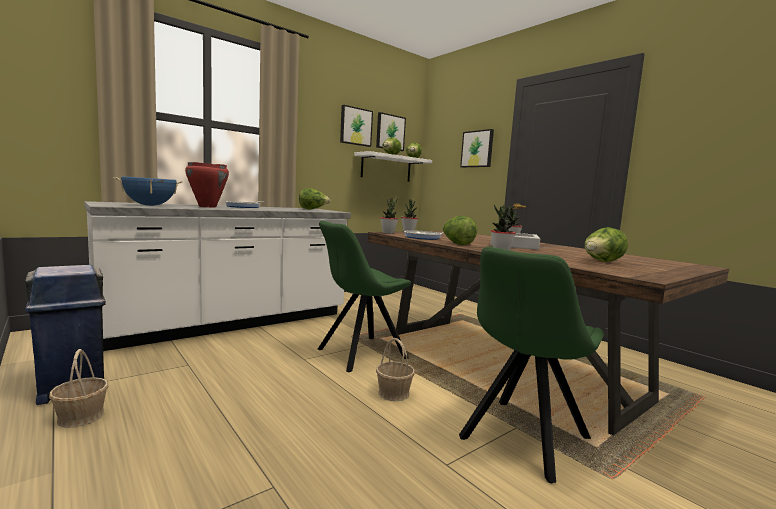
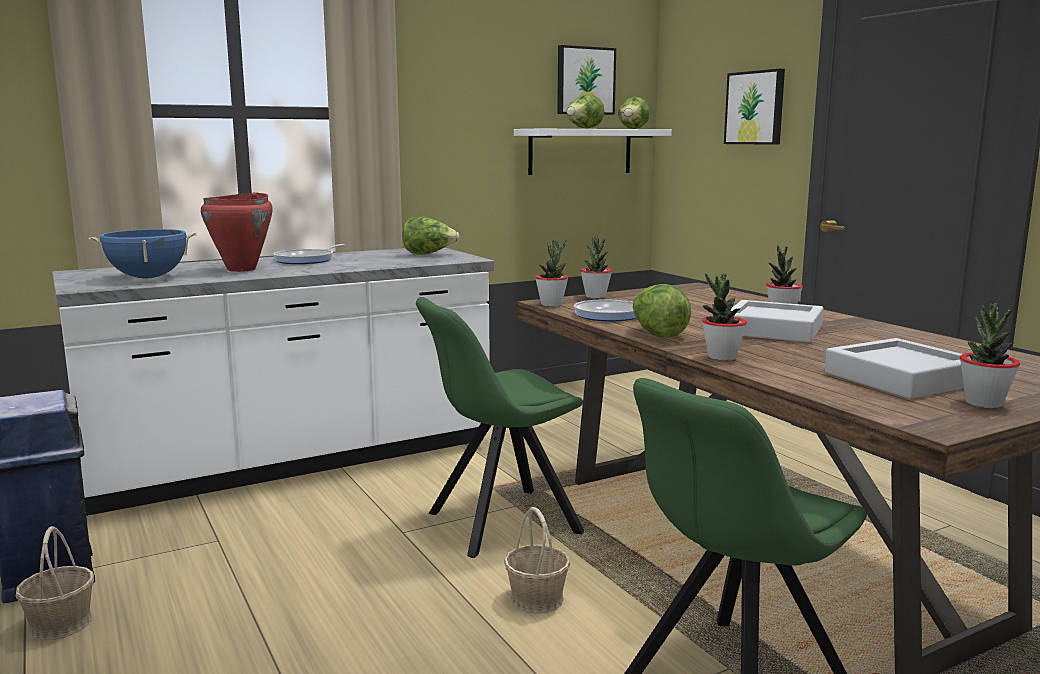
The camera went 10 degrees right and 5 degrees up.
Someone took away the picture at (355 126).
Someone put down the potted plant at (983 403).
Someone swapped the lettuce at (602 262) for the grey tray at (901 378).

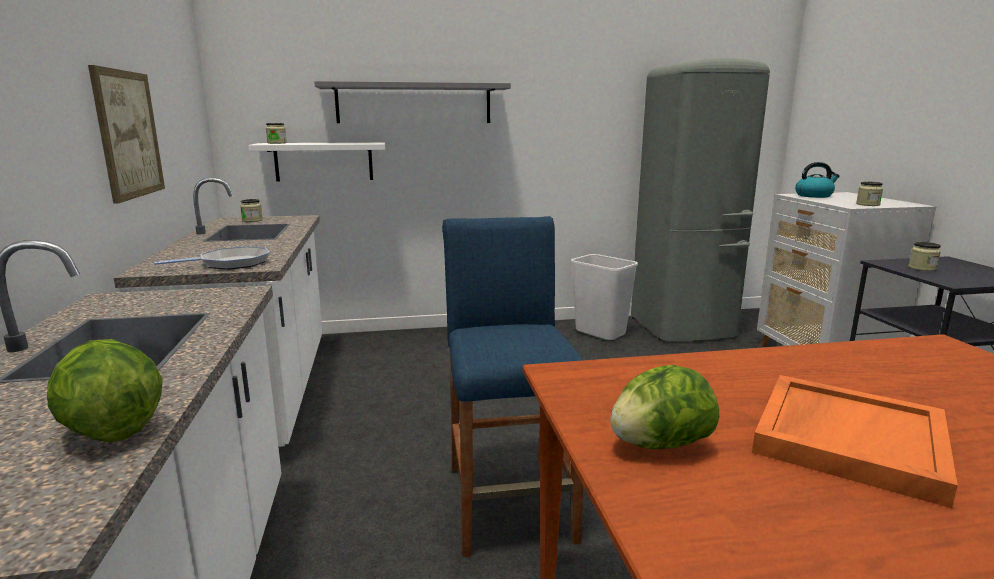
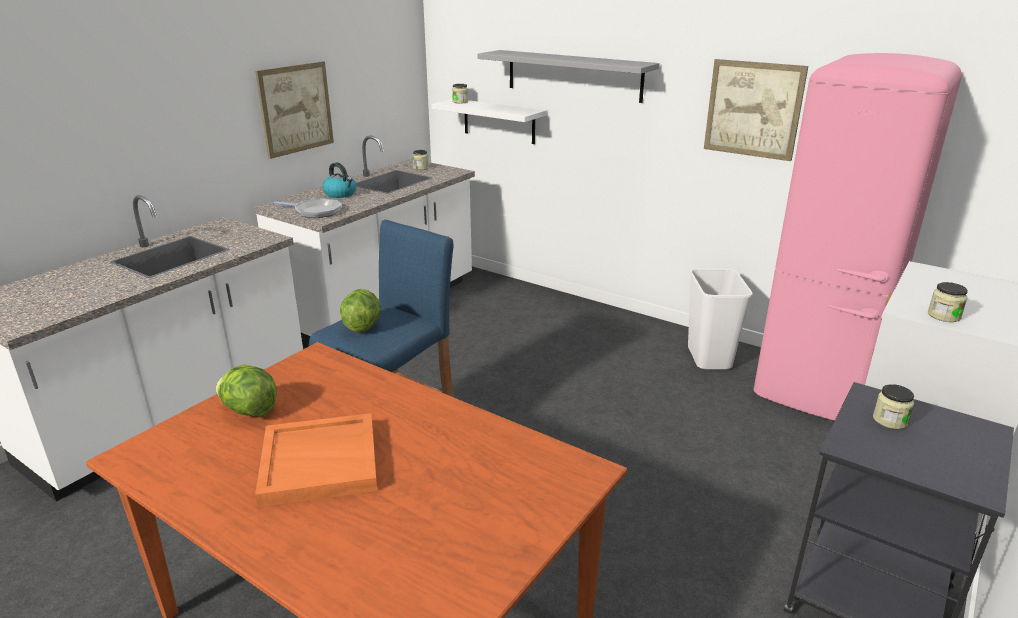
The camera went 45 degrees right and 10 degrees up.
Someone put up the picture at (753 109).
Someone carried the lettuce from (111 430) to (362 326).
Someone carried the kettle from (814 196) to (341 194).
Someone repainted the grey fridge at (684 328), which became the pink fridge at (815 391).

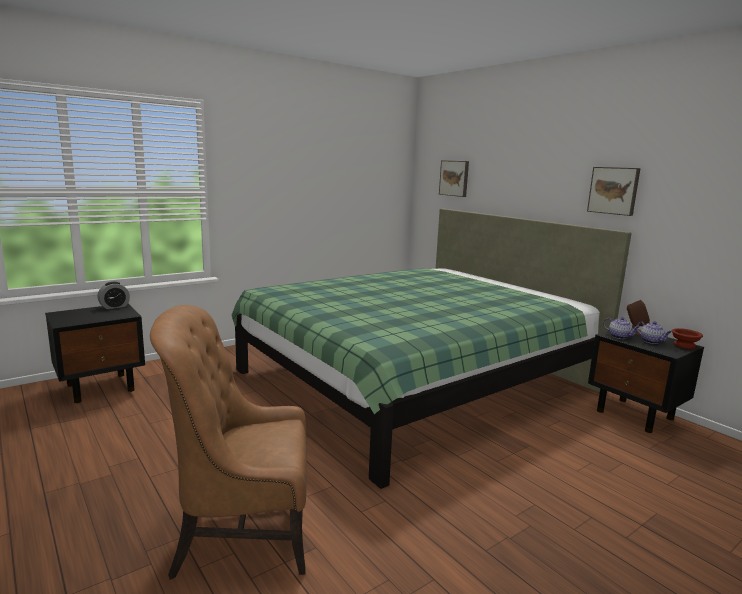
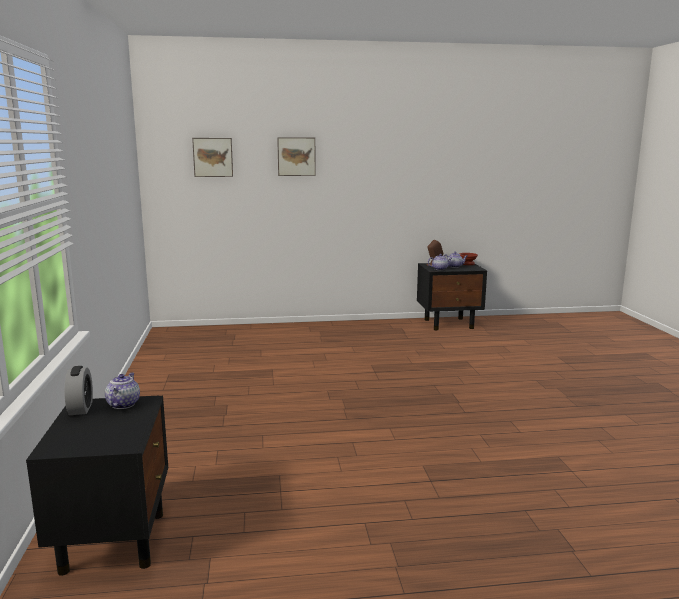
The camera went 60 degrees left and 0 degrees up.
Someone took away the brown chair at (241 532).
Someone took away the green bed at (415 380).
Someone put down the teapot at (123 404).
Someone carried the picture from (614 190) to (296 156).

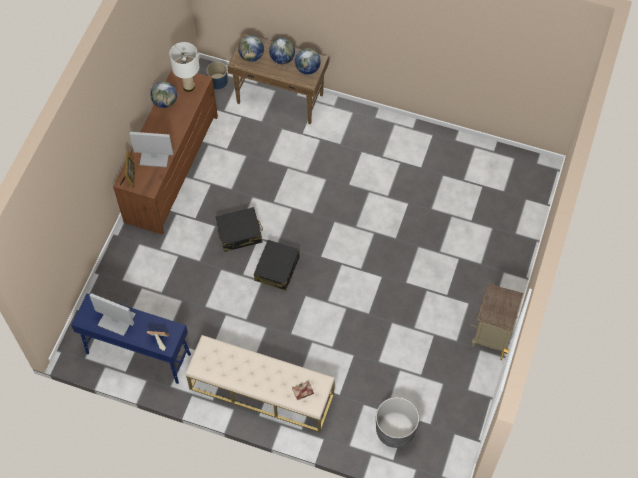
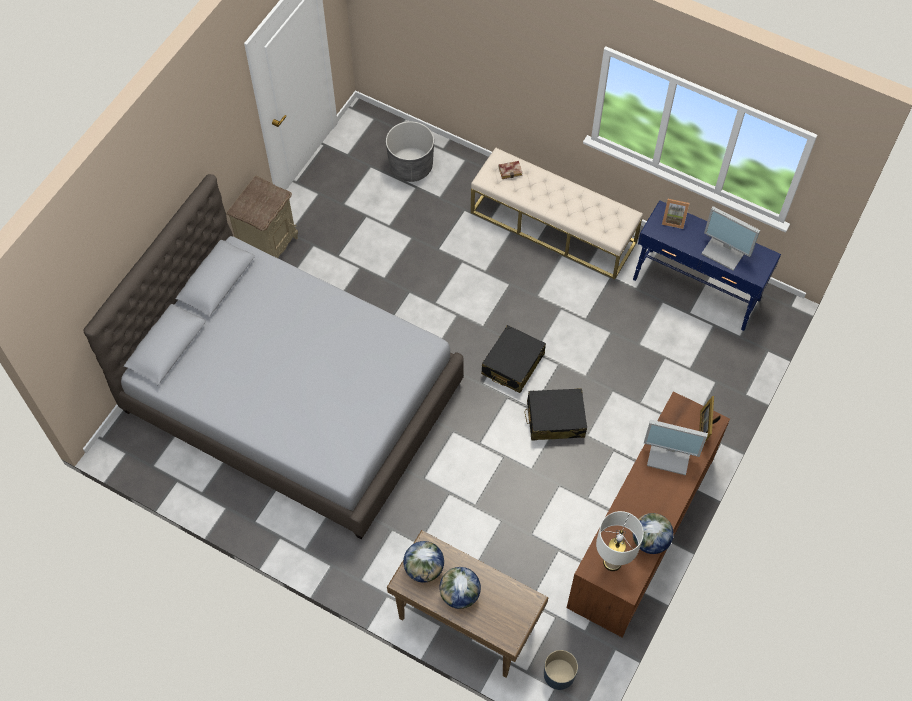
The camera went 170 degrees left and 0 degrees up.
Someone took away the globe at (251 56).
Someone put down the grey bed at (293 396).

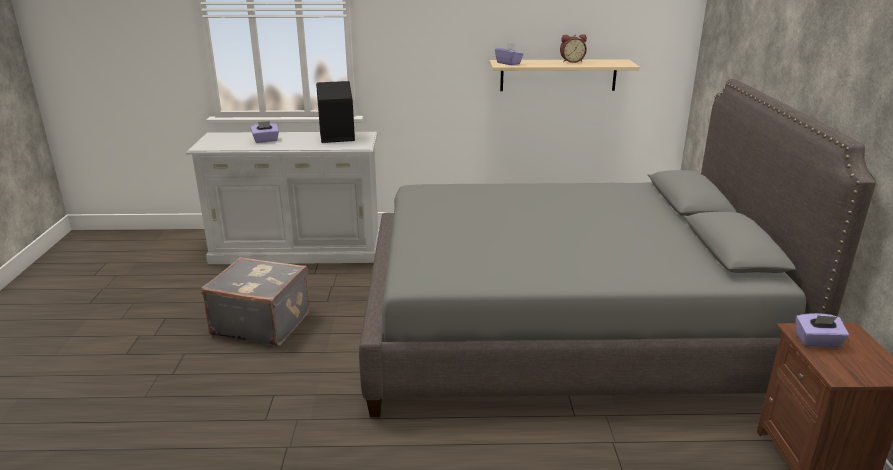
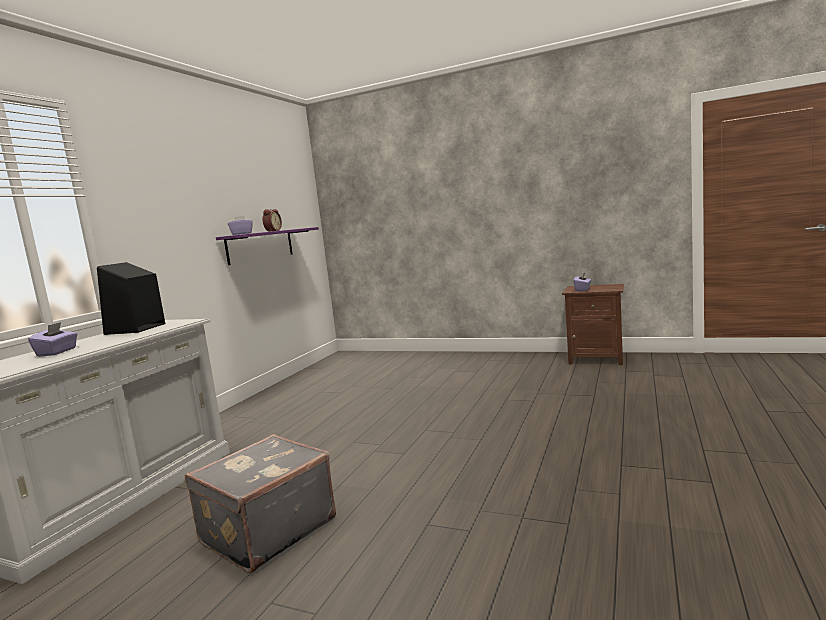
The camera went 65 degrees left and 15 degrees down.
Someone took away the grey bed at (562 330).
Someone repainted the beige shelf at (558 75), which became the purple shelf at (260 246).

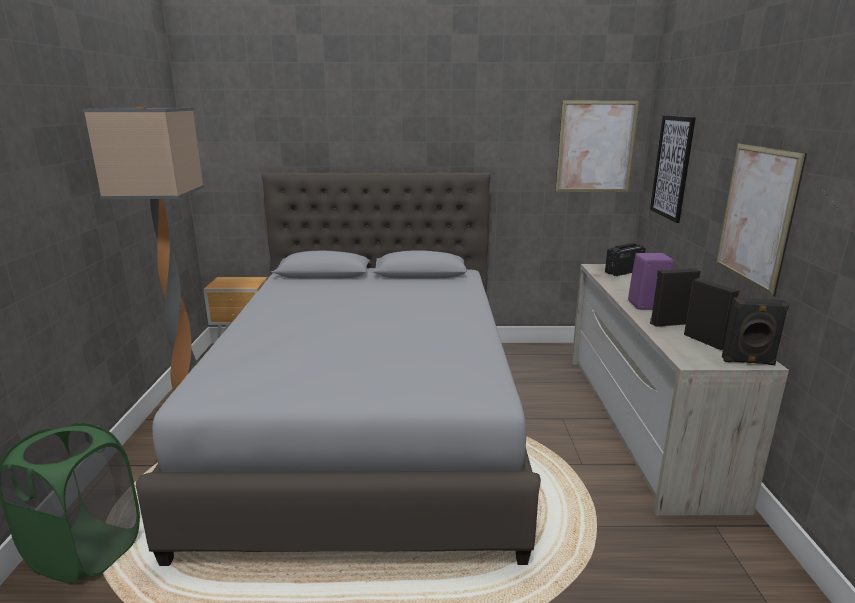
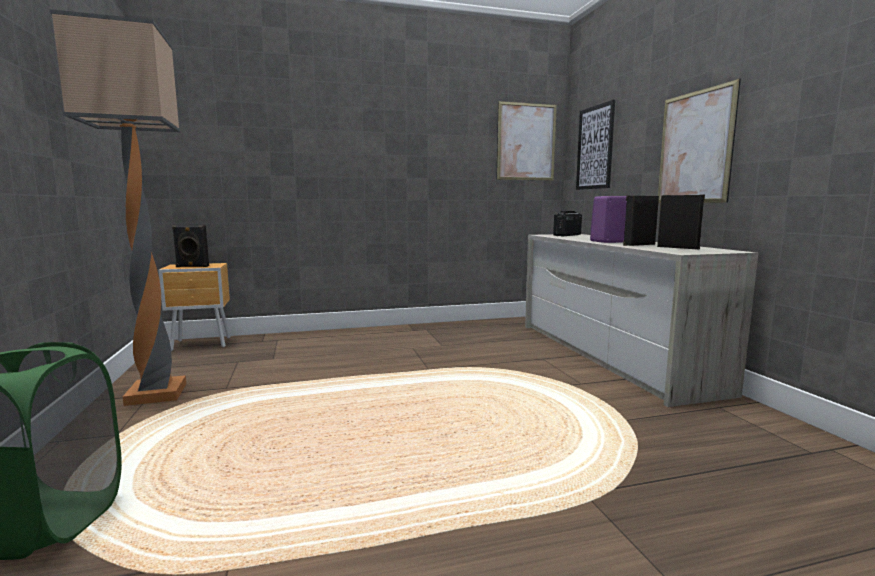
The camera went 15 degrees left and 10 degrees down.
Someone took away the grey bed at (369 422).
Someone carried the black speaker from (748 362) to (192 266).

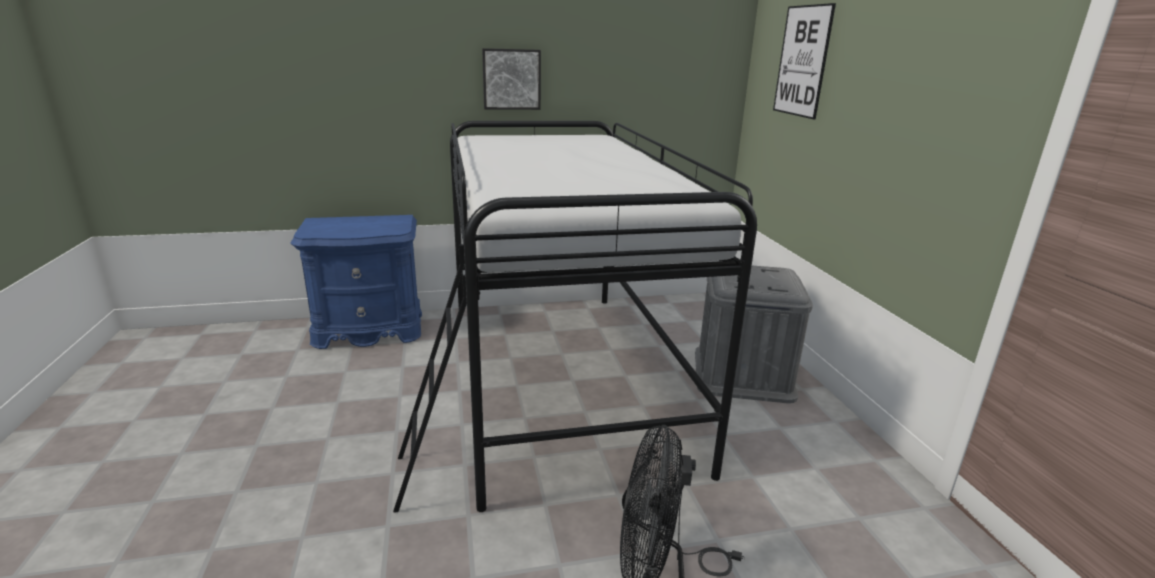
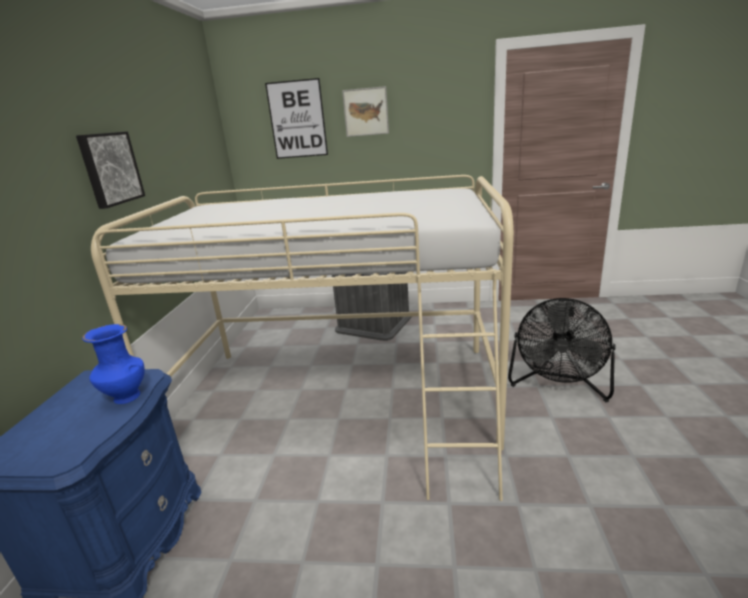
The camera went 70 degrees left and 0 degrees up.
Someone put down the blue vase at (126 397).
Someone put up the picture at (366 112).
Someone repainted the black bed at (557 379), which became the beige bed at (341 396).

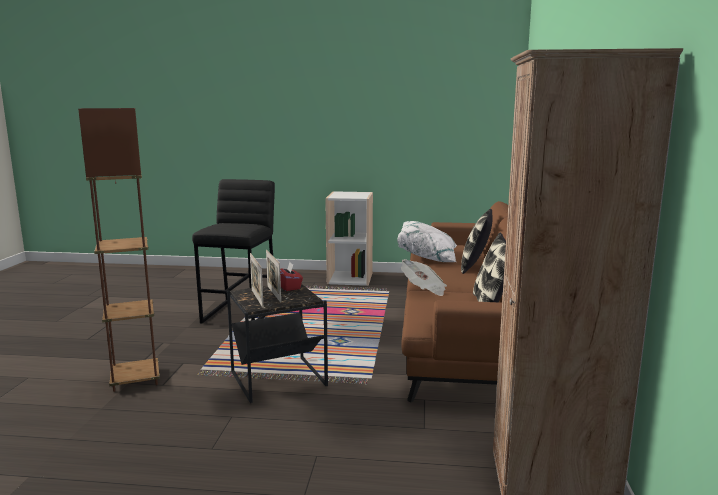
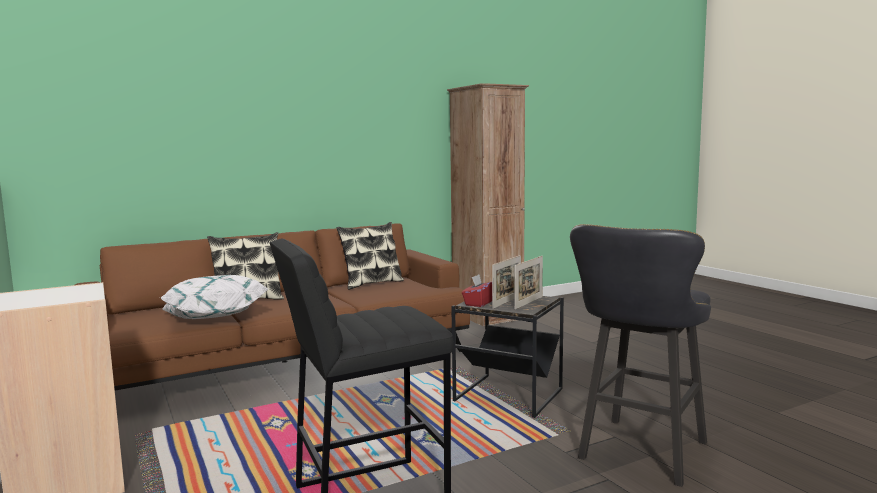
The camera went 125 degrees left and 5 degrees down.
Someone took away the newspaper at (424 290).
Someone swapped the brown floor lamp at (135 379) for the black stool at (638 456).

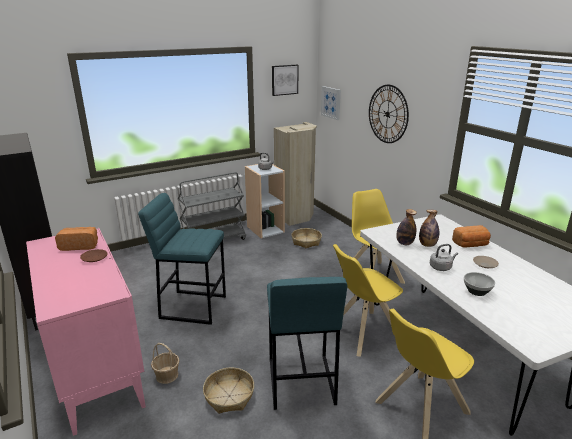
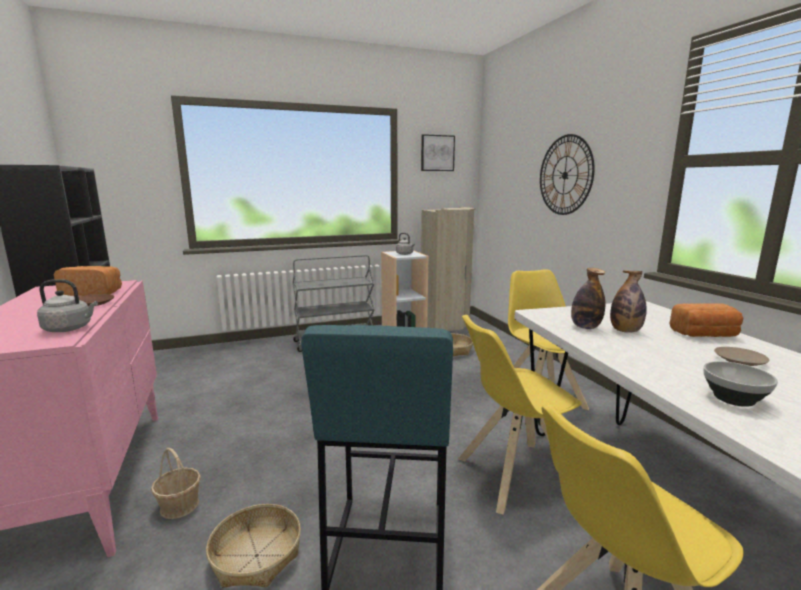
The camera went 10 degrees right and 10 degrees down.
Someone took away the turquoise stool at (191 307).
Someone took away the picture at (331 102).
Someone carried the grey kettle from (441 267) to (70 329).

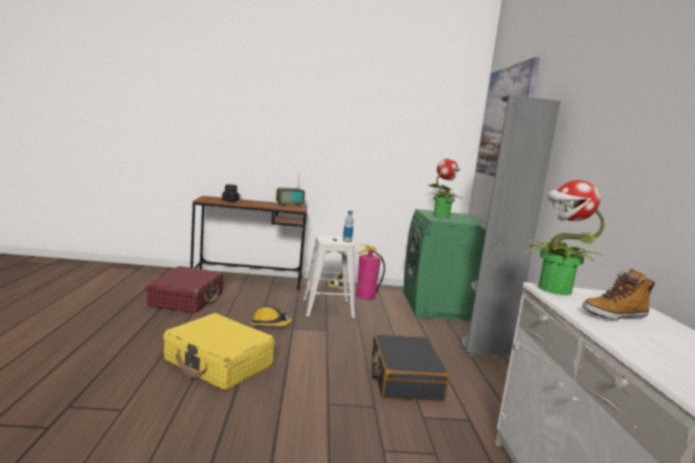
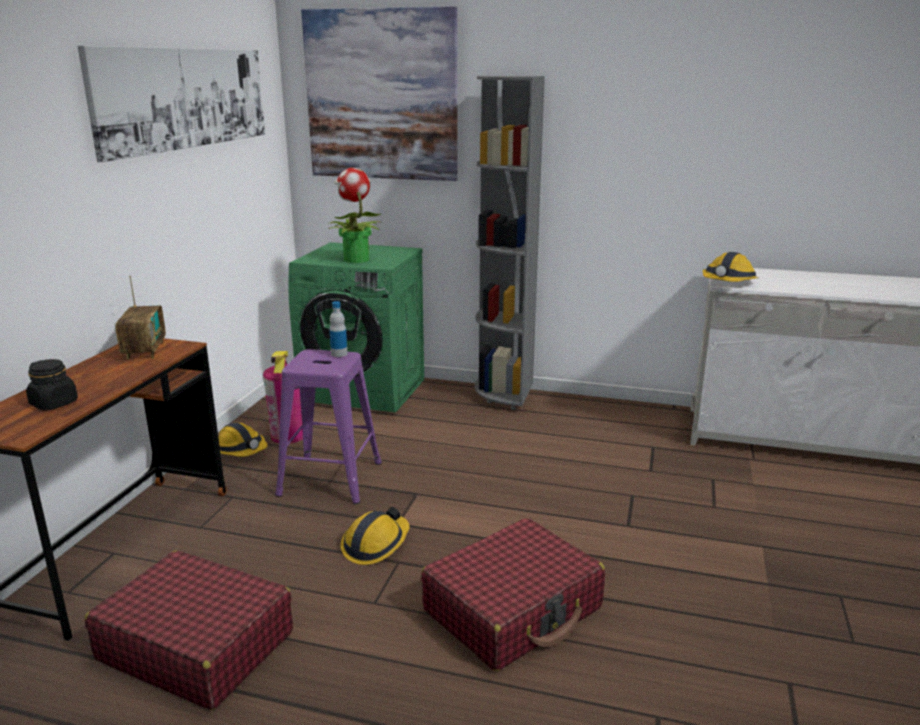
The camera went 70 degrees left and 10 degrees up.
Someone took away the black suitcase at (404 379).
Someone took away the boot at (614 315).
Someone put up the picture at (185 98).
Someone swapped the potted plant at (553 289) for the hard hat at (728 283).
Someone repainted the yellow suitcase at (218 363), which became the red suitcase at (513 610).
Someone repainted the white stool at (328 309), which became the purple stool at (330 478).

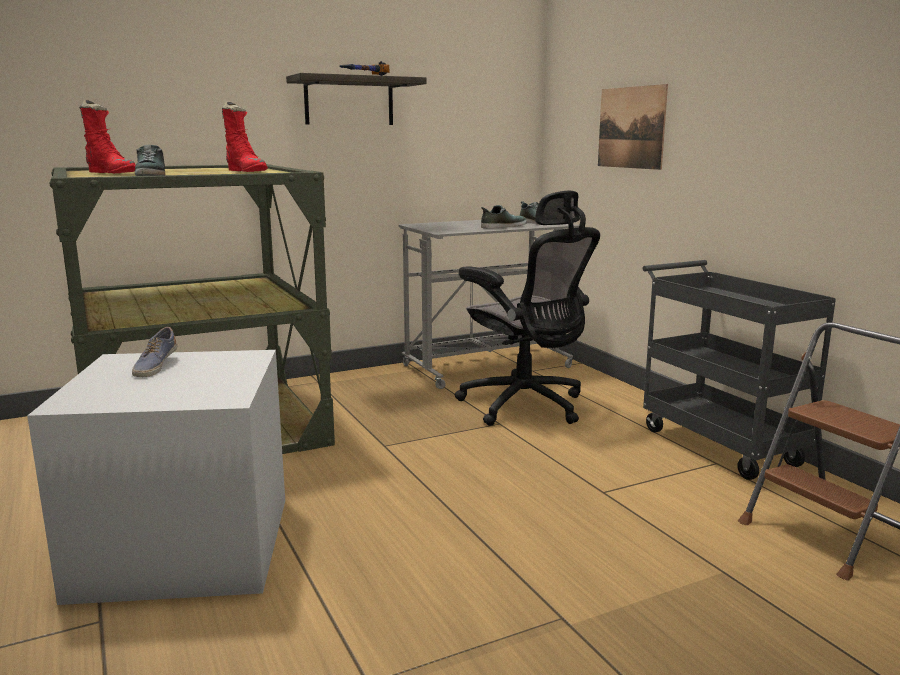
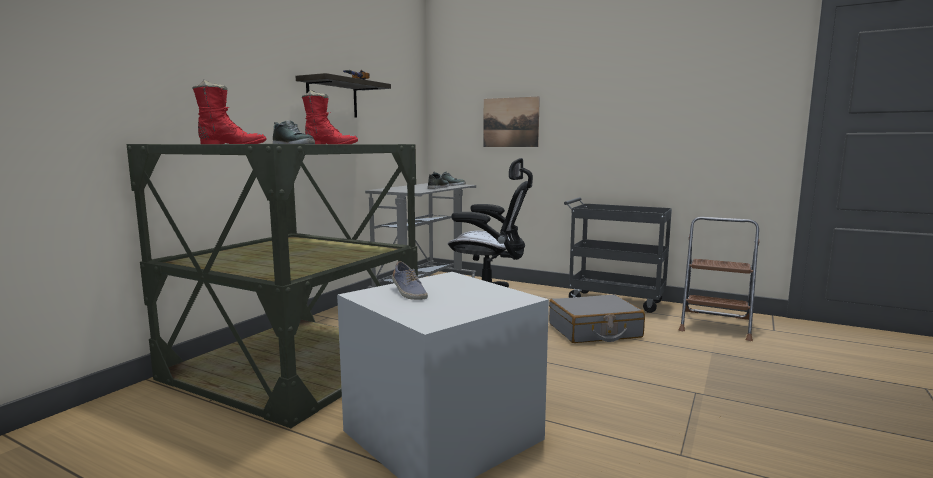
The camera went 35 degrees left and 5 degrees down.
Someone put down the grey suitcase at (594 331).

